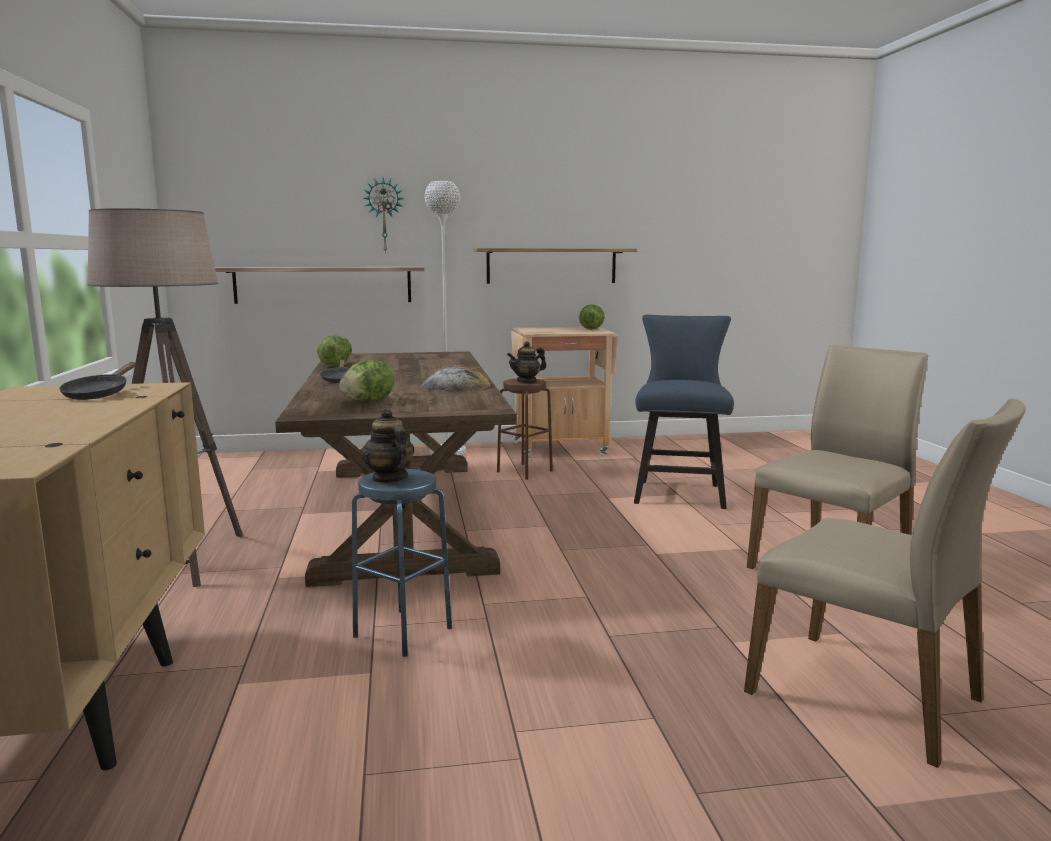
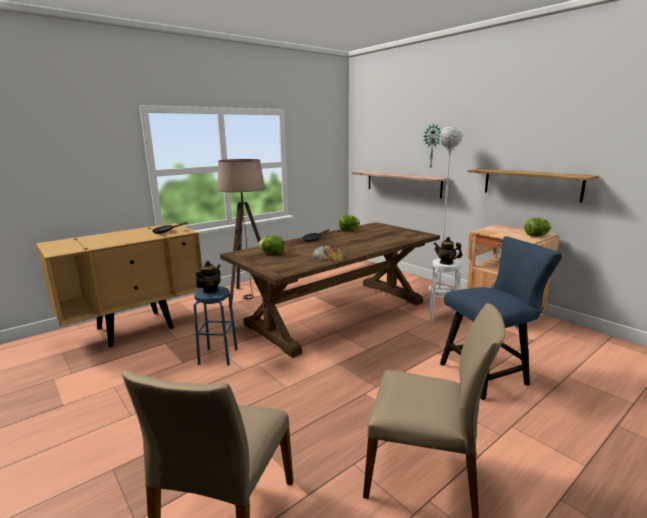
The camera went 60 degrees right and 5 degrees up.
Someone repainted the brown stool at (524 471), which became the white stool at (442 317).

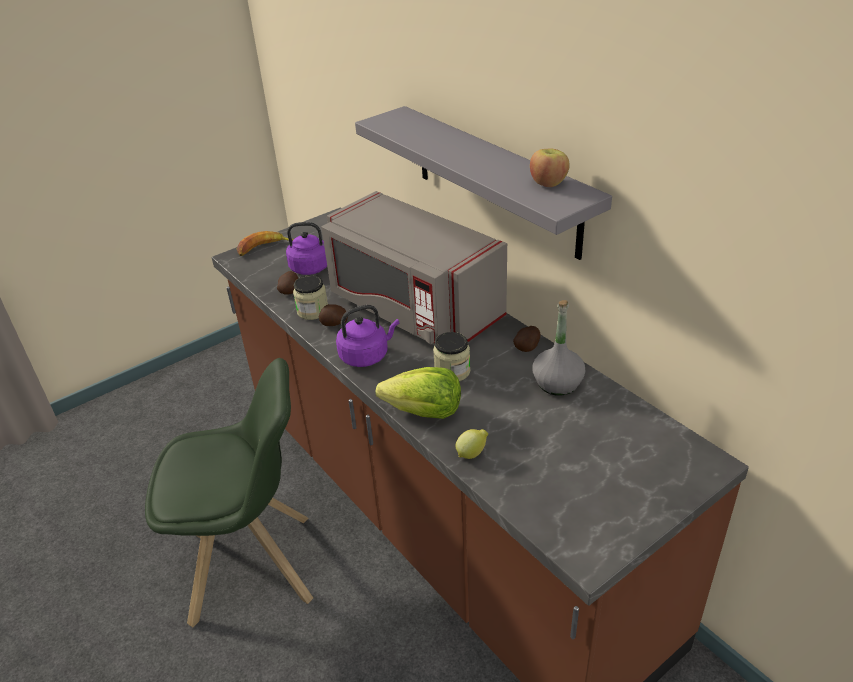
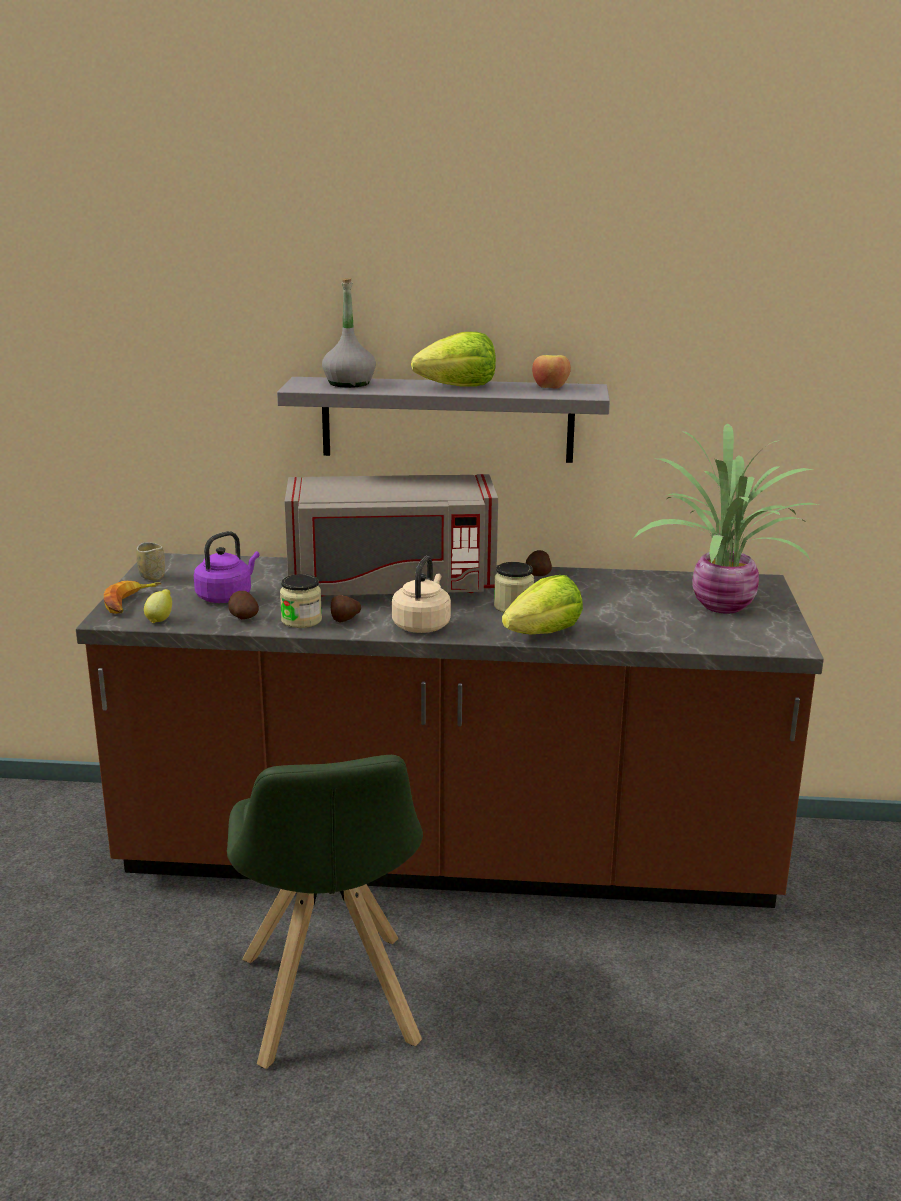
The camera went 50 degrees left and 15 degrees down.
Someone put down the cup at (152 577).
Someone put down the lettuce at (459 387).
Someone put down the potted plant at (722 604).
Someone carried the lemon from (472 453) to (160 619).
Someone carried the grey bottle from (557 383) to (349 383).
Someone repainted the purple kettle at (366 355), which became the beige kettle at (422 625).
Someone rotated the green chair at (253 567) by 135 degrees clockwise.

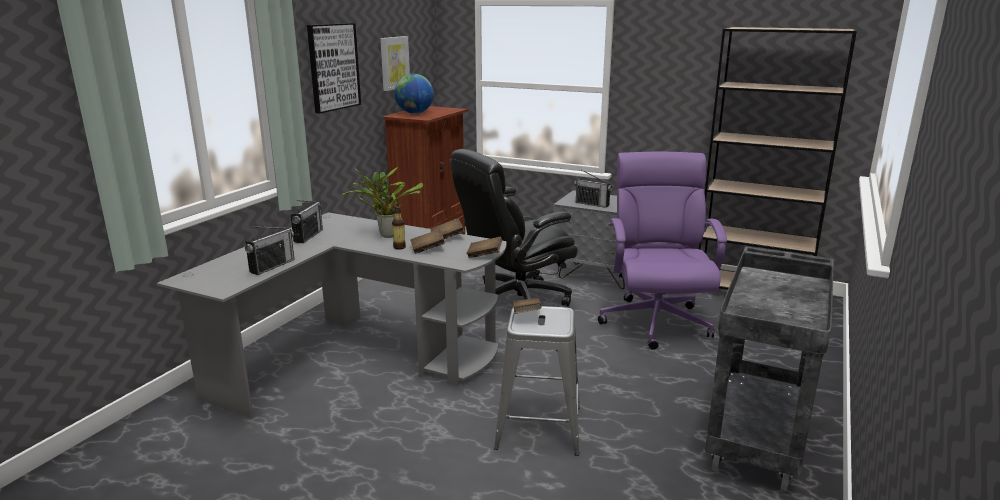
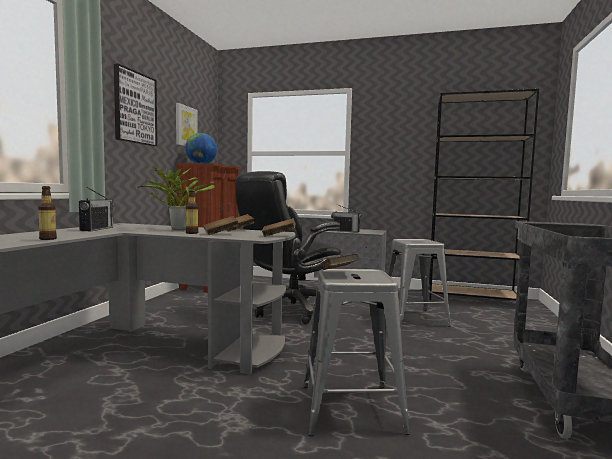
The camera went 10 degrees left and 15 degrees down.
Someone swapped the radio at (272 266) for the bottle at (48 239).
Someone swapped the purple office chair at (655 323) for the grey stool at (413 319).

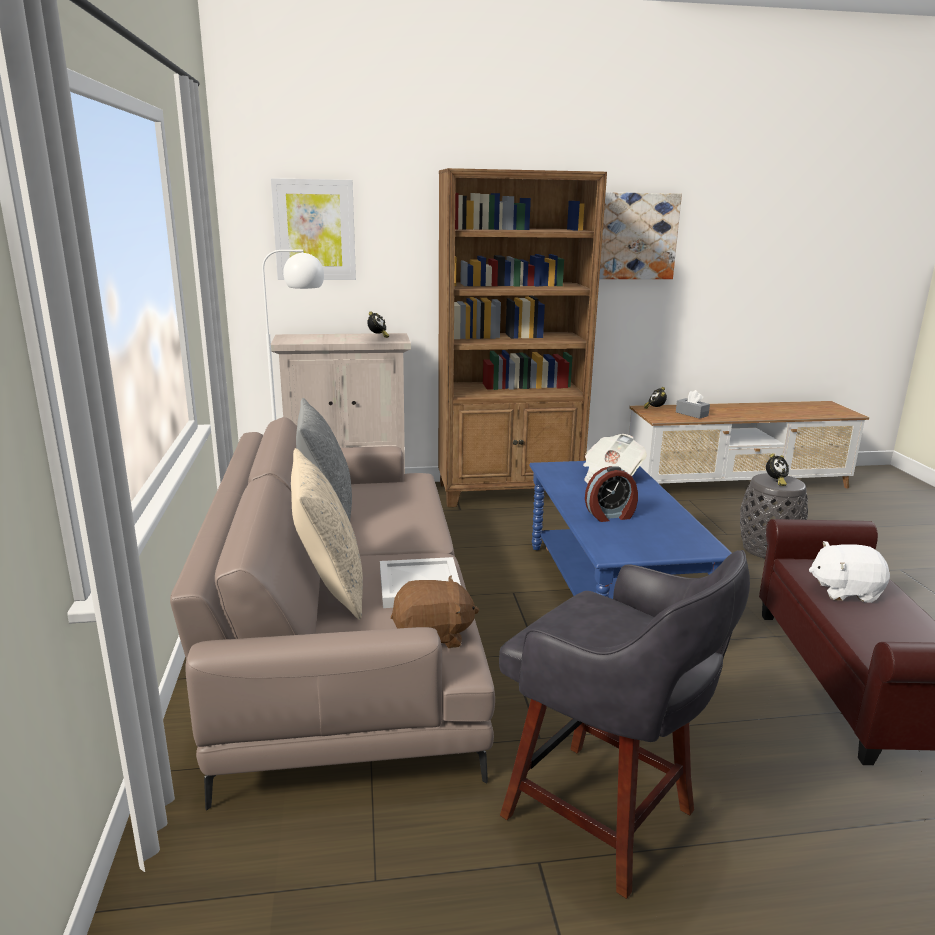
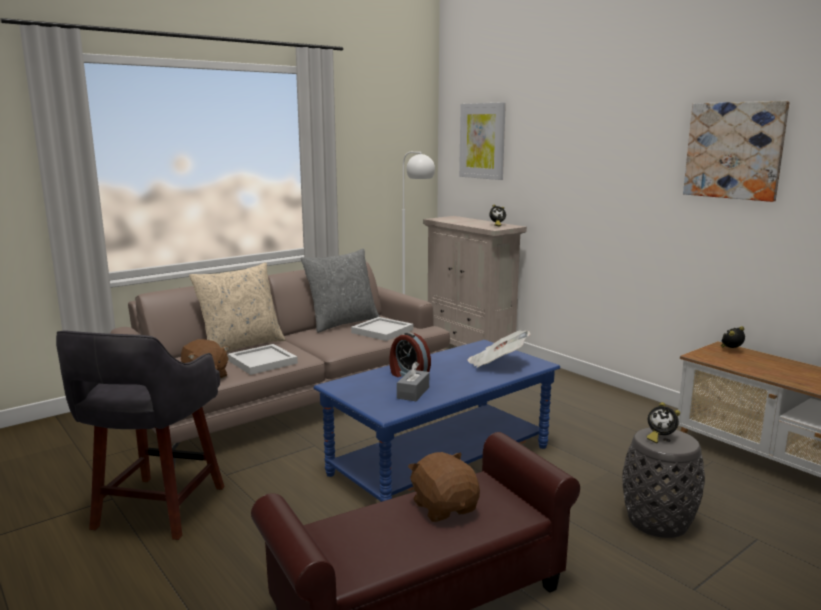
The camera went 60 degrees right and 5 degrees down.
Someone took away the brown bookcase at (509 492).
Someone put down the white tray at (382 331).
Someone carried the grey tissue box from (691 414) to (413 393).
Someone repainted the white plush toy at (844 591), which became the brown plush toy at (444 507).

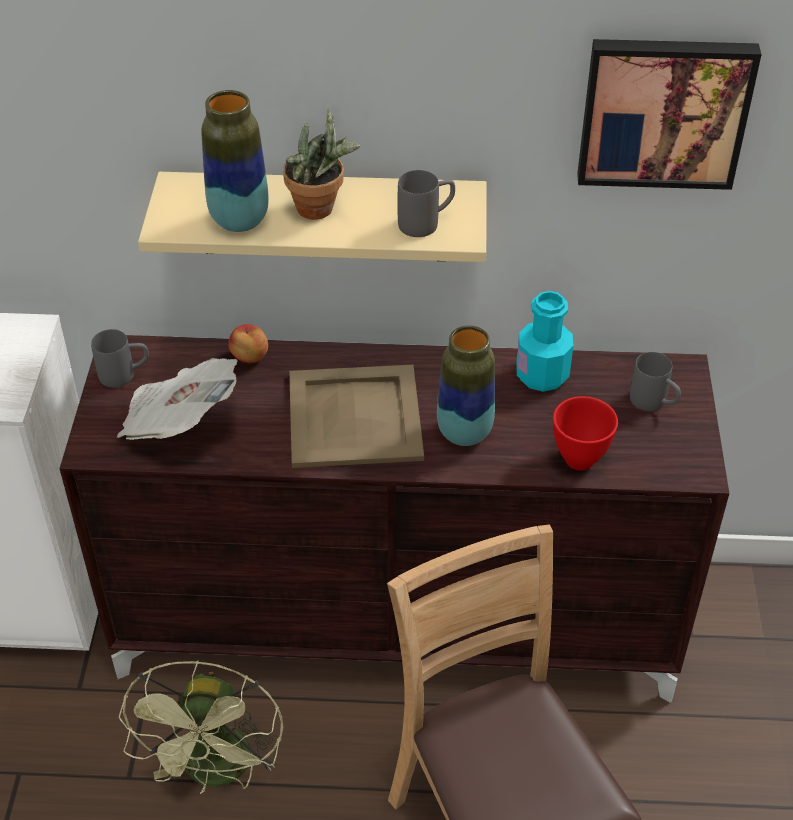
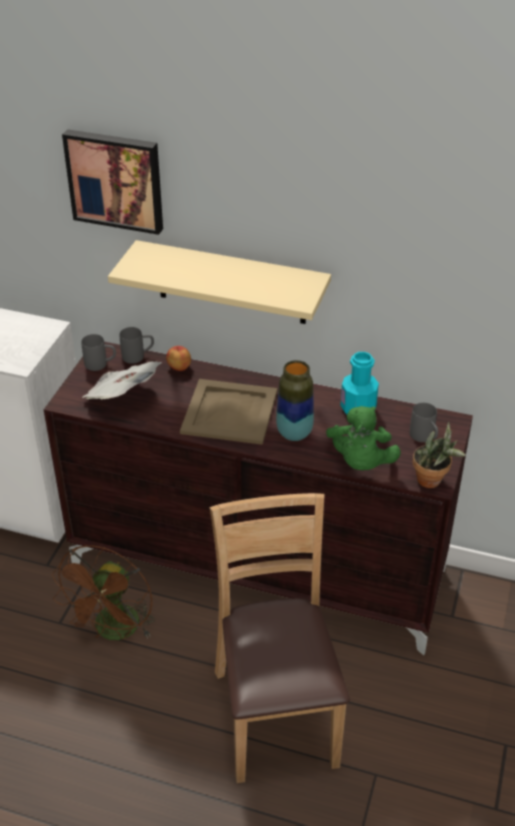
The camera went 15 degrees right and 5 degrees down.
Someone took away the vase at (239 220).
Someone carried the potted plant from (321 209) to (432 481).
Someone carried the grey mug from (426 222) to (138 356).
Someone carried the picture from (664 111) to (116 180).
Someone swapped the red bowl at (578 461) for the green plush toy at (360 462).
Someone repainted the green fan at (218 772), which became the brown fan at (114 632).

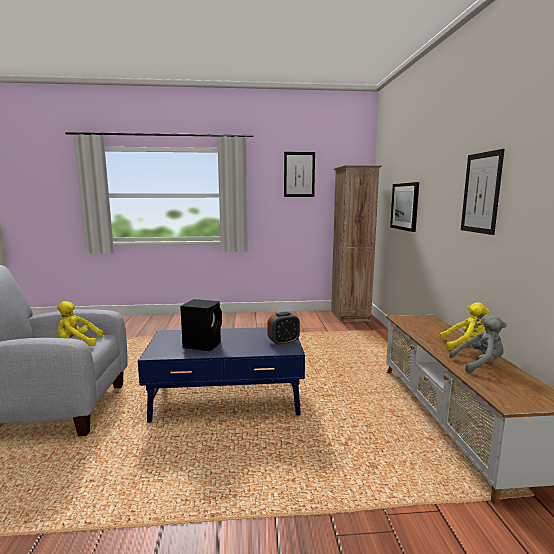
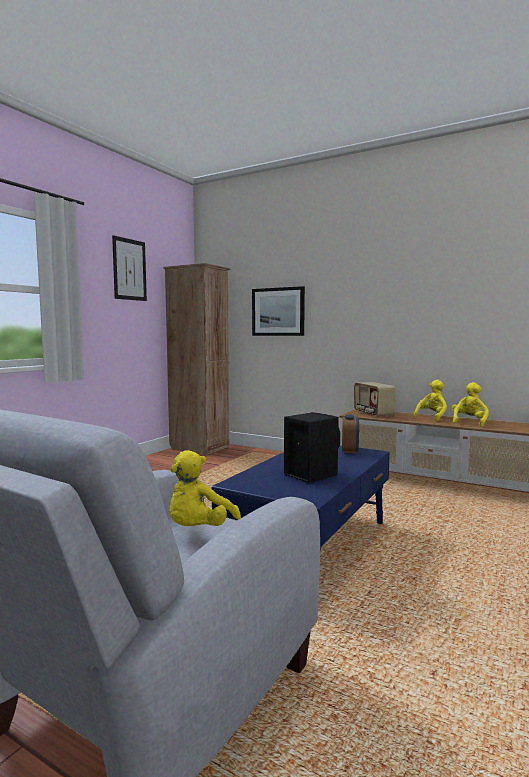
The camera went 55 degrees left and 5 degrees down.
Someone took away the picture at (481 193).
Someone put down the radio at (372 414).
Someone repainted the grey plush toy at (479 364), which became the yellow plush toy at (469 422).

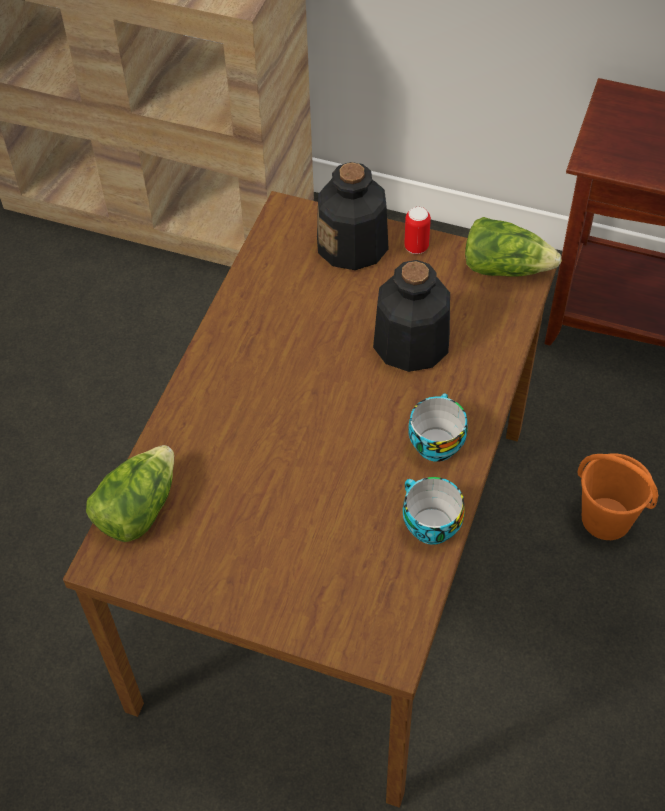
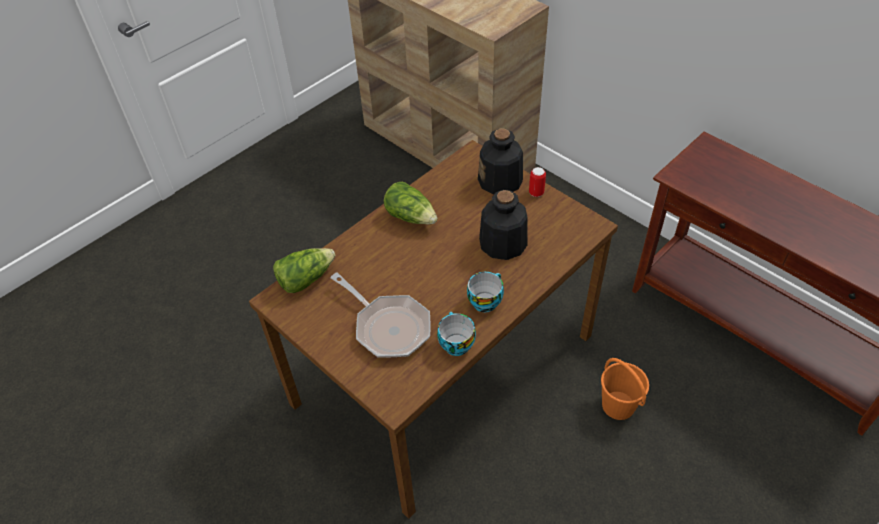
The camera went 25 degrees right and 5 degrees down.
Someone put down the frying pan at (388 327).
Someone carried the lettuce from (505 267) to (411 216).

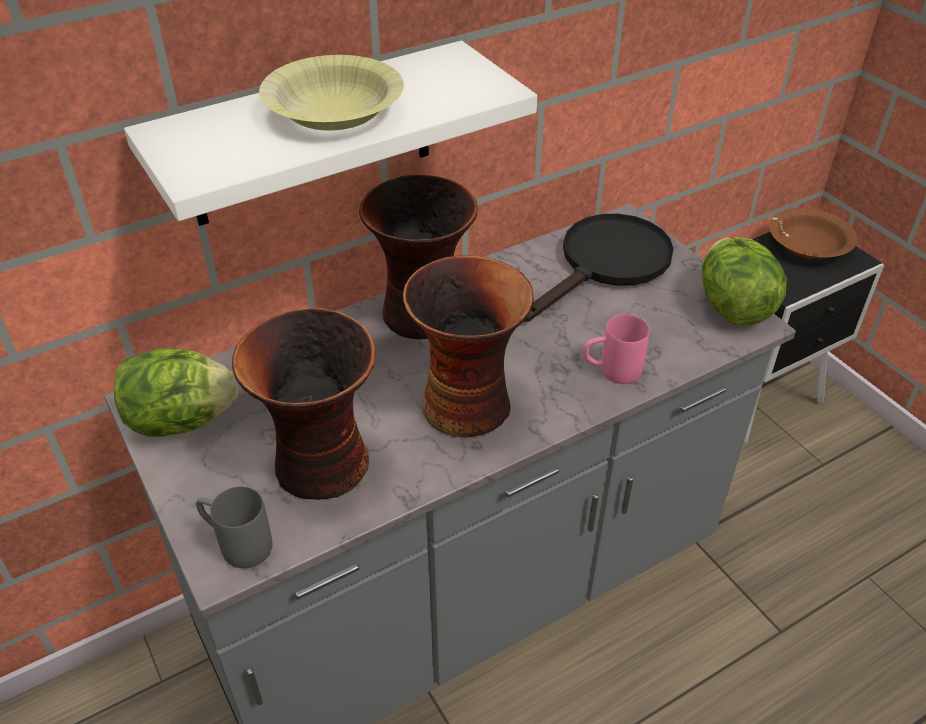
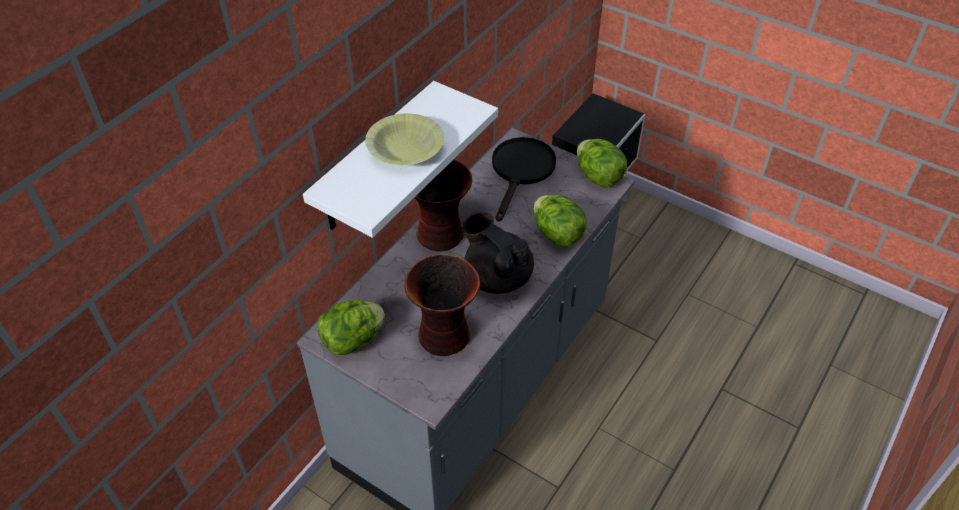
The camera went 25 degrees left and 5 degrees up.
Someone took away the grey mug at (237 543).
Someone took away the brown bowl at (808 245).
Someone swapped the vase at (468 404) for the black teapot at (497 277).
Someone swapped the pink mug at (611 371) for the lettuce at (557 234).

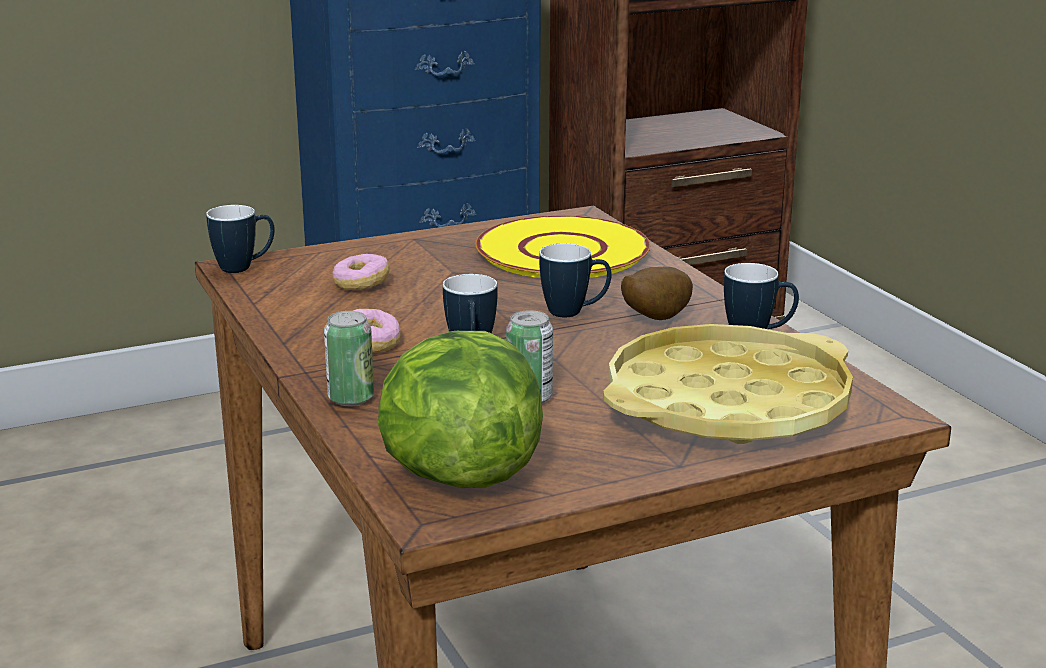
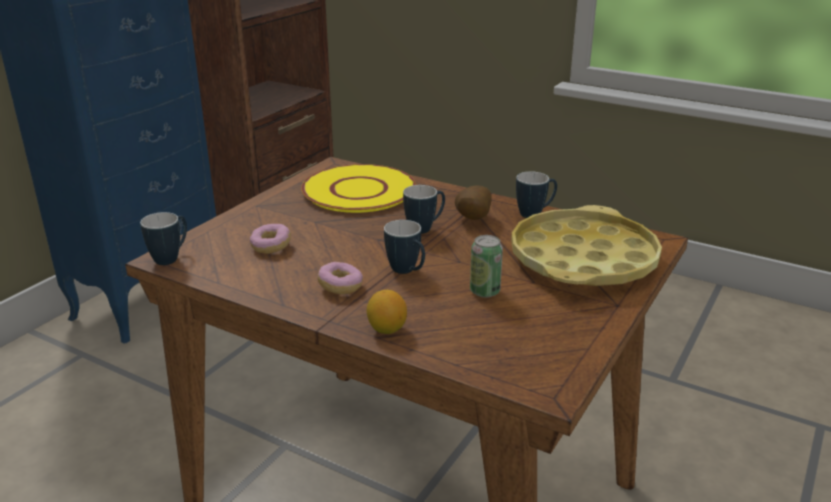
The camera went 35 degrees left and 5 degrees up.
Someone took away the lettuce at (458 474).
Someone swapped the can at (351 398) for the lemon at (386 329).

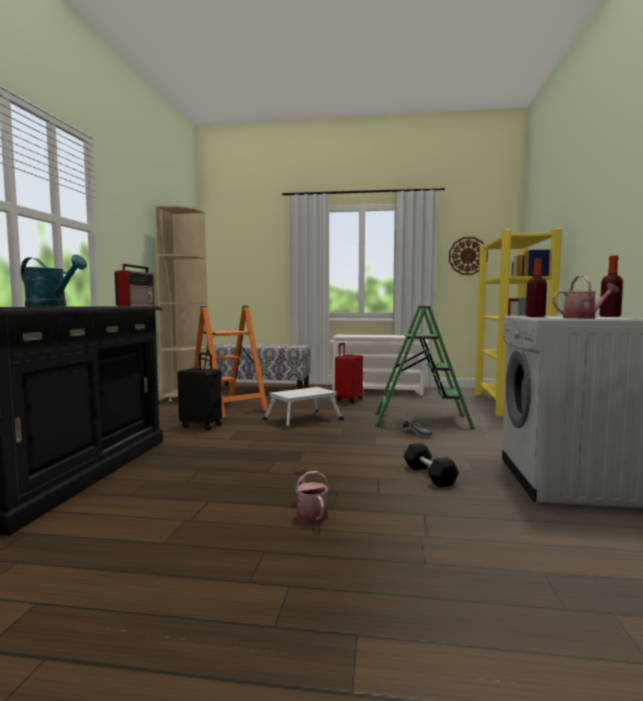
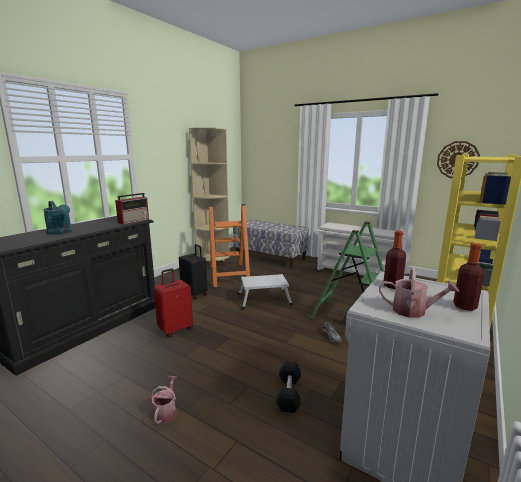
The camera went 25 degrees right and 10 degrees up.
Someone carried the red suitcase from (348 400) to (175 329).

